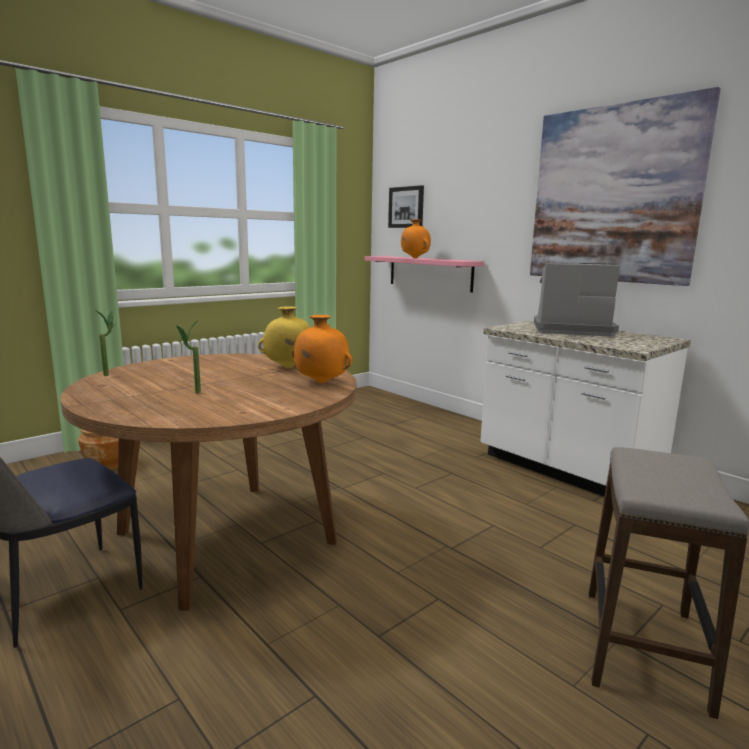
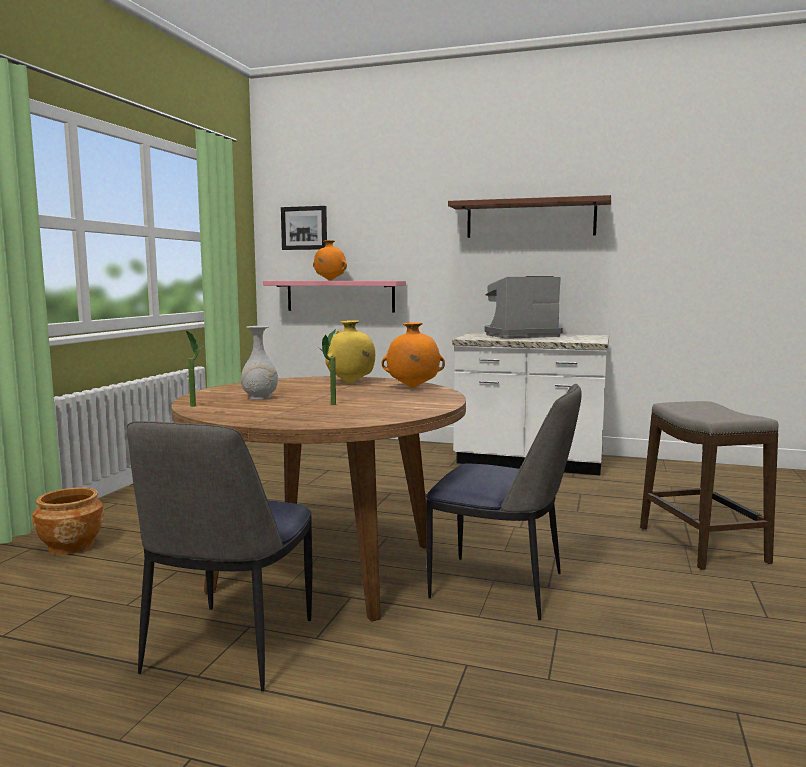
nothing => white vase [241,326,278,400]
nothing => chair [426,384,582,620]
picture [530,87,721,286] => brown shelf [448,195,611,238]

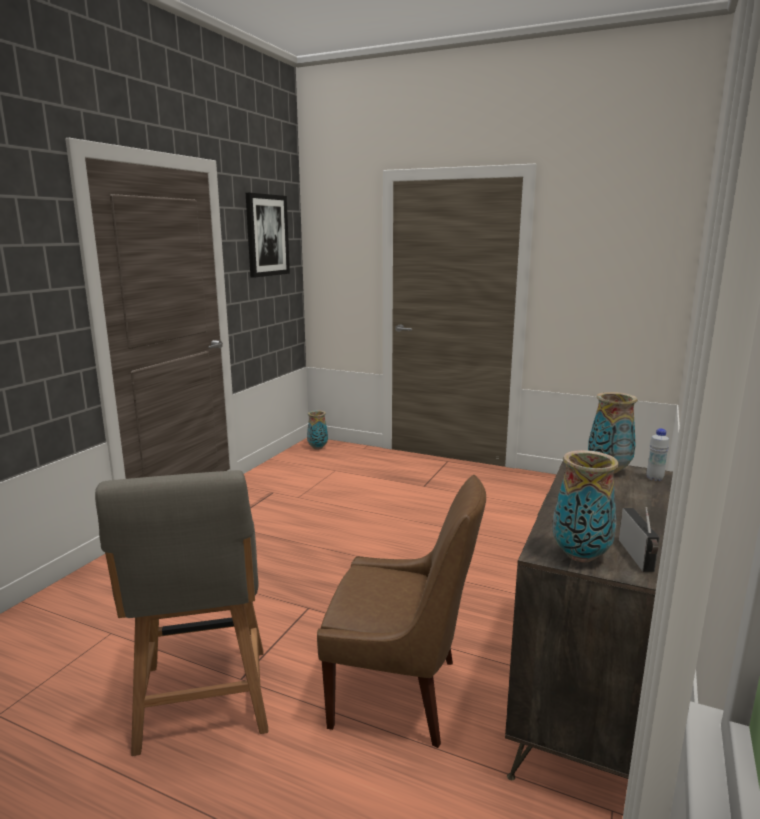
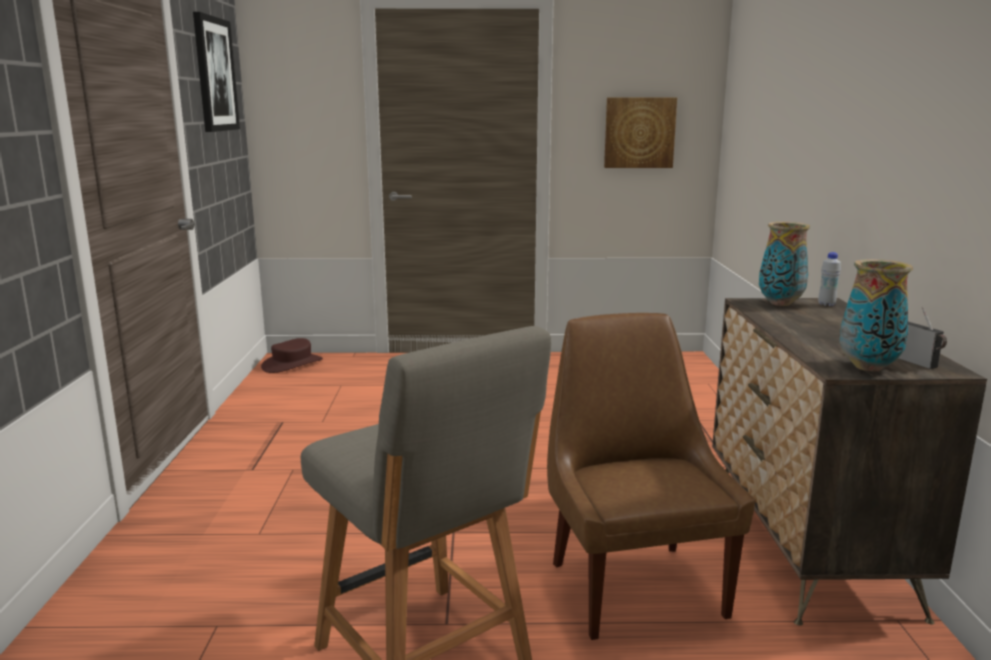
nothing => picture [604,97,677,168]
vase [307,410,328,449] => brown hat [261,338,323,373]
brown chair [317,475,486,748] => brown chair [547,313,755,640], 90 degrees counterclockwise

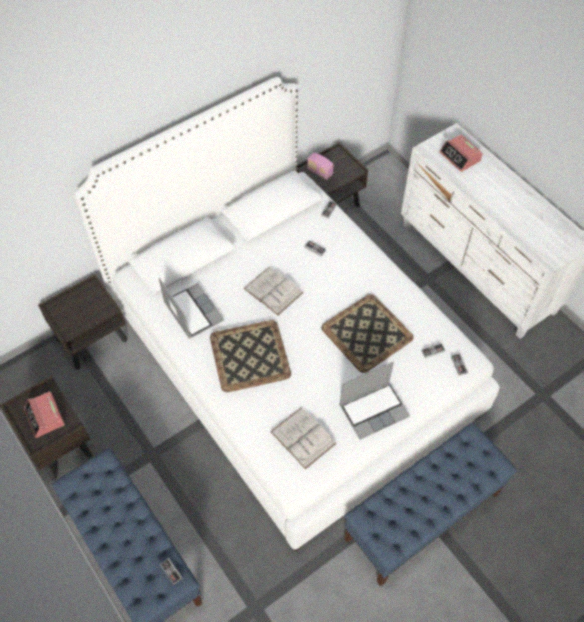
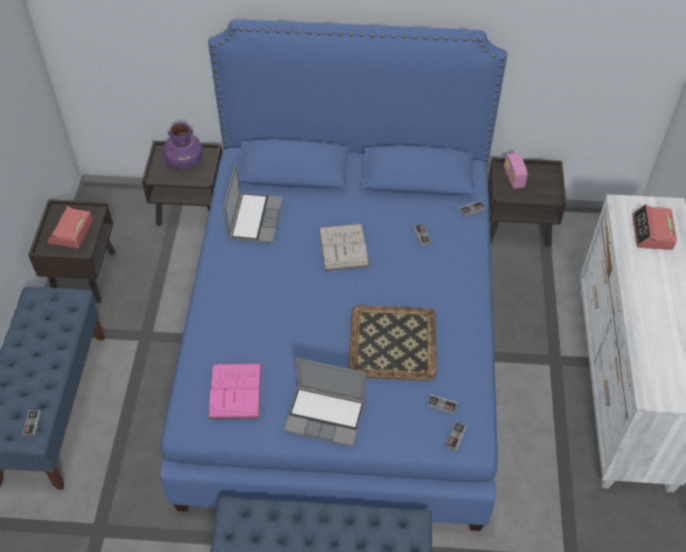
tray [210,320,291,392] => nothing
nothing => purple vase [163,123,202,170]
white bed [74,77,499,551] => blue bed [160,20,507,531]
white book [270,407,337,469] => pink book [209,363,262,419]

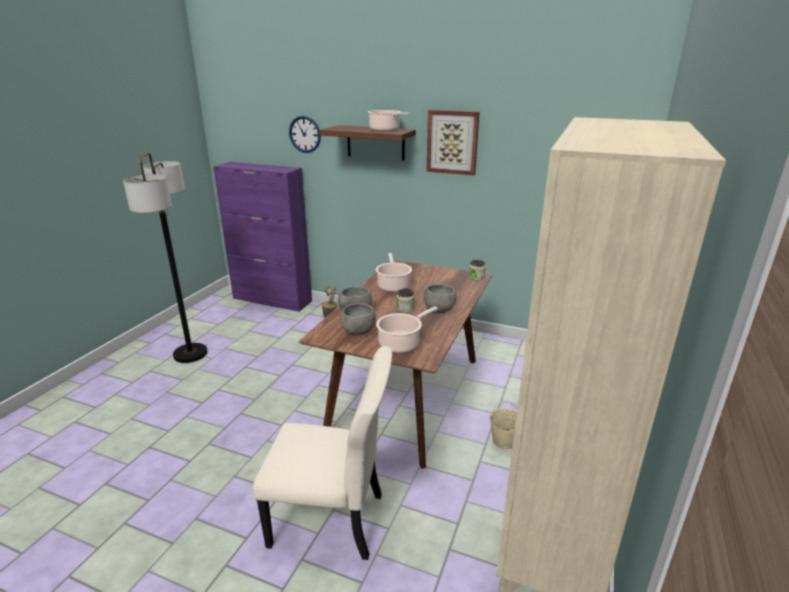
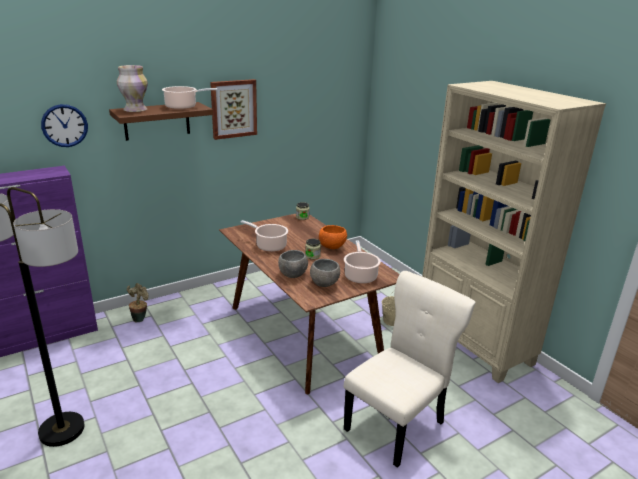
nothing => vase [117,65,148,112]
grey bowl [423,284,457,313] => orange bowl [319,225,347,249]

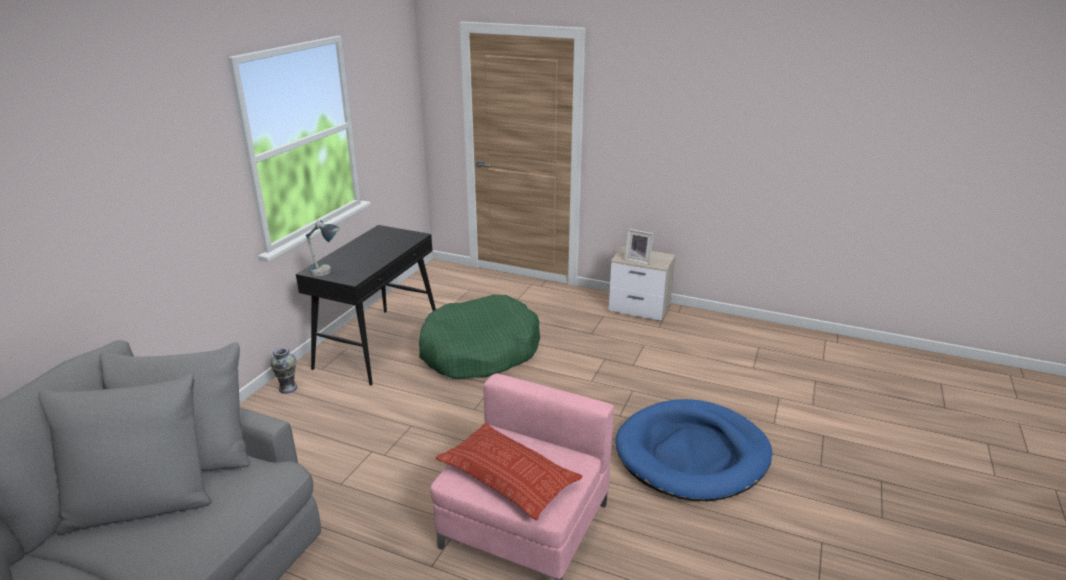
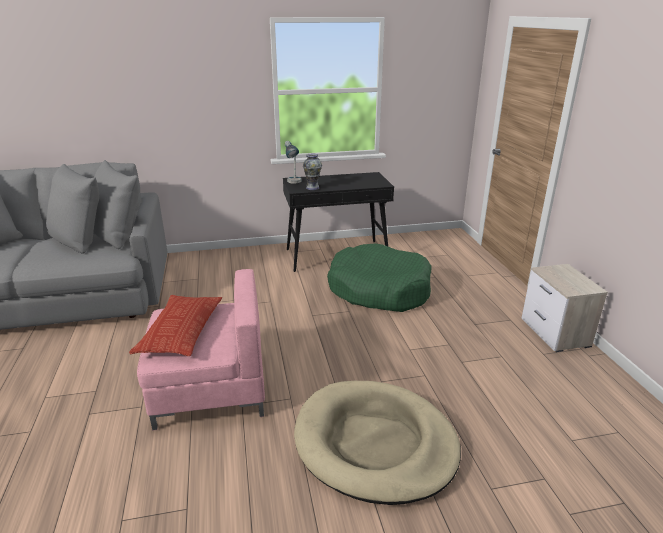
picture frame [624,229,654,265] => nothing
vase [270,347,297,394] => vase [303,154,322,190], moved
blue dog bed [615,399,772,502] => beige dog bed [294,381,461,505]

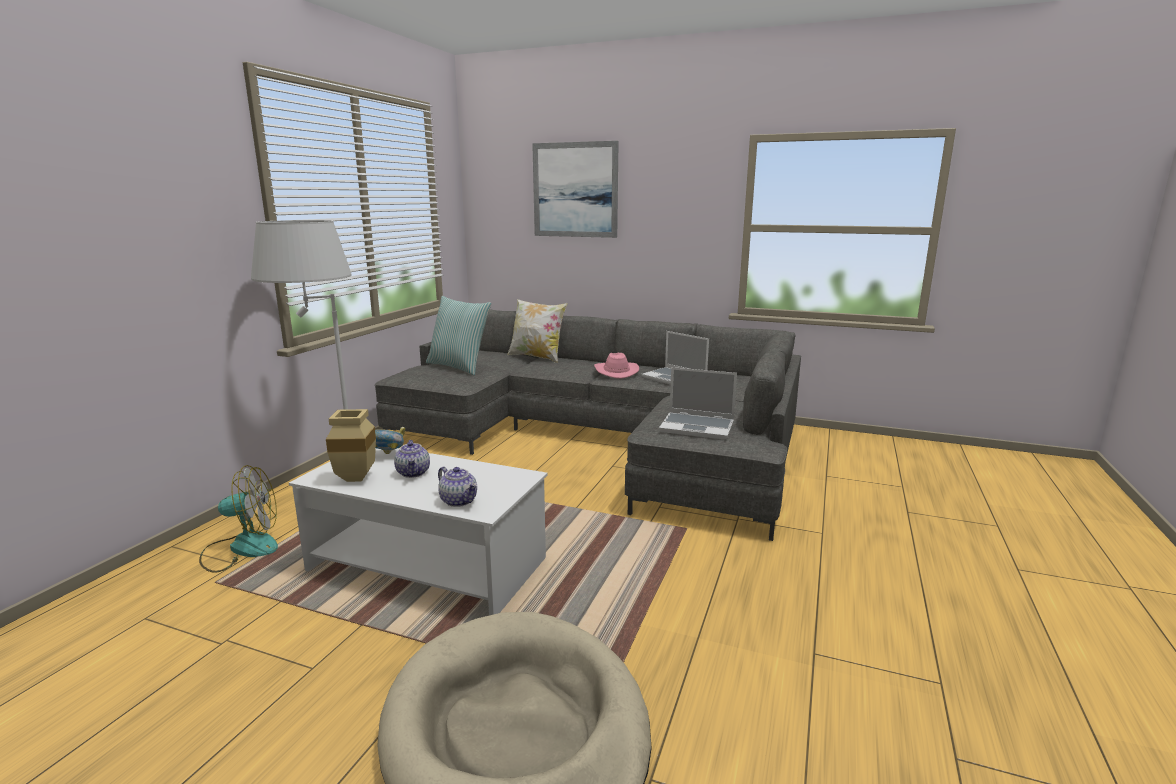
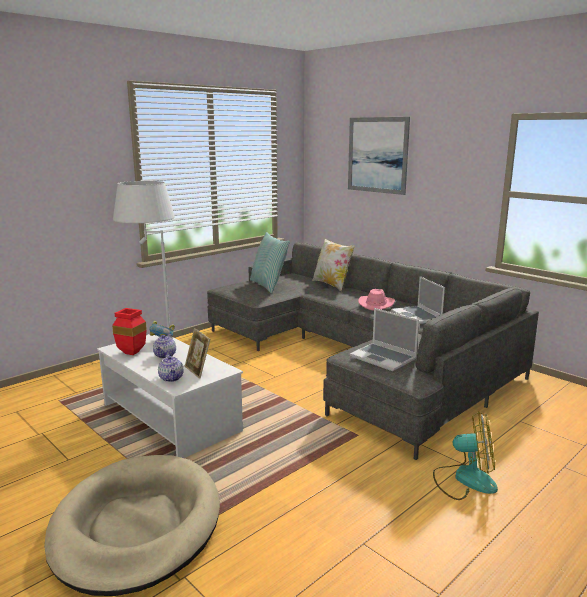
nothing => picture frame [185,328,210,379]
fan [199,465,278,573] => fan [433,411,498,500], moved
beige vase [326,409,376,482] => red vase [112,308,147,355]

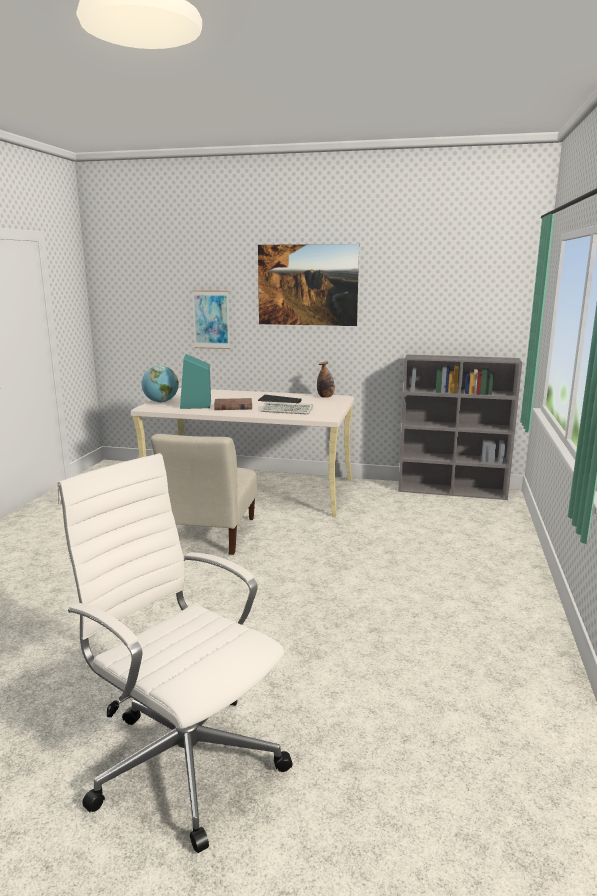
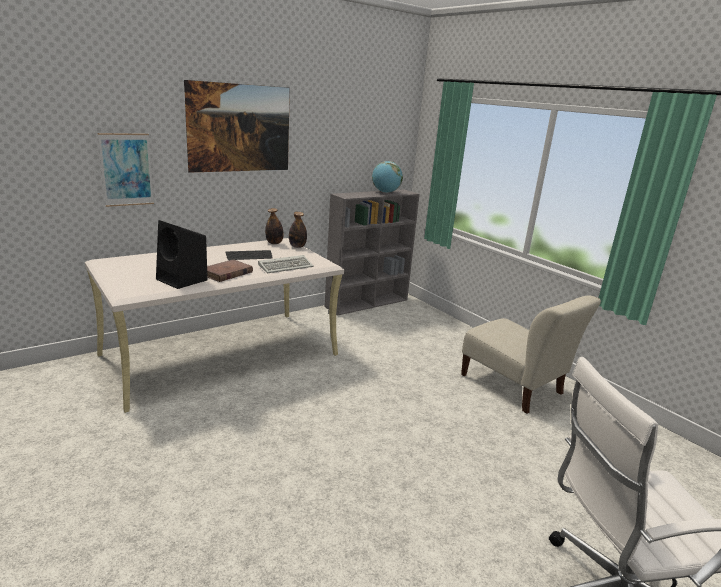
nothing => bottle [289,212,307,248]
globe [141,366,179,403] => globe [372,161,403,193], moved
beige chair [151,434,257,555] => beige chair [461,295,601,414], moved
turquoise speaker [180,354,211,409] => black speaker [156,220,208,289]

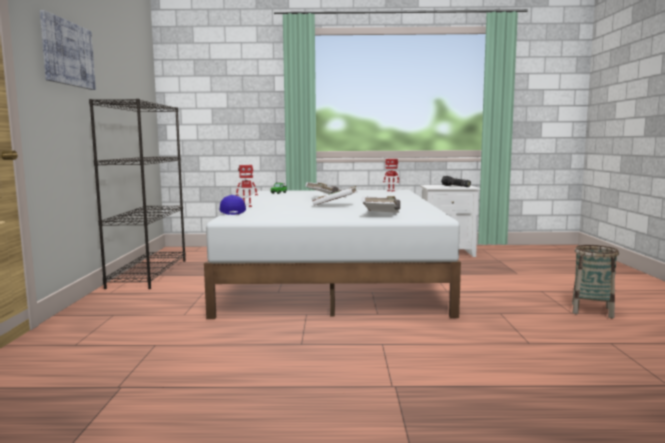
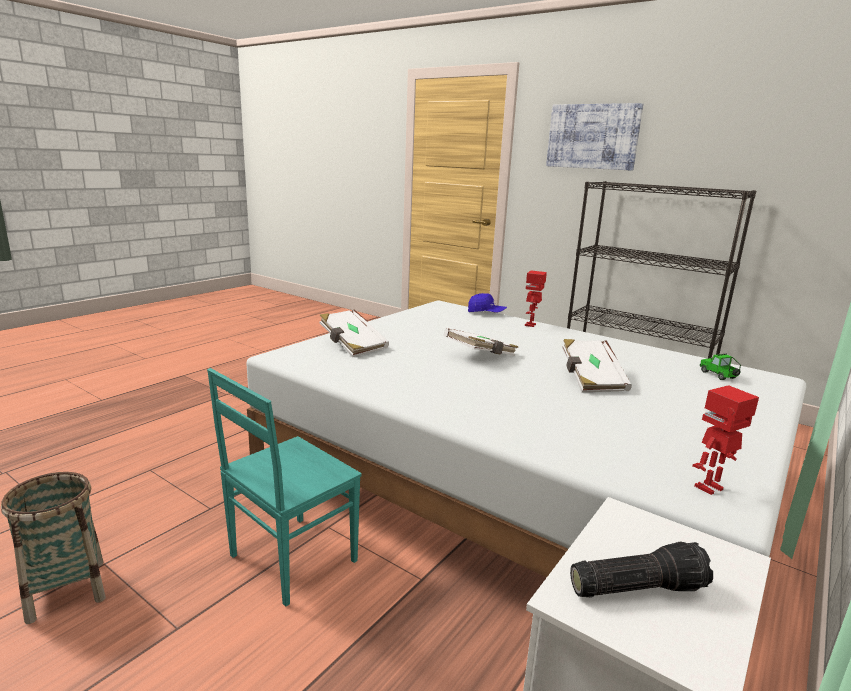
nothing => turquoise chair [207,368,362,607]

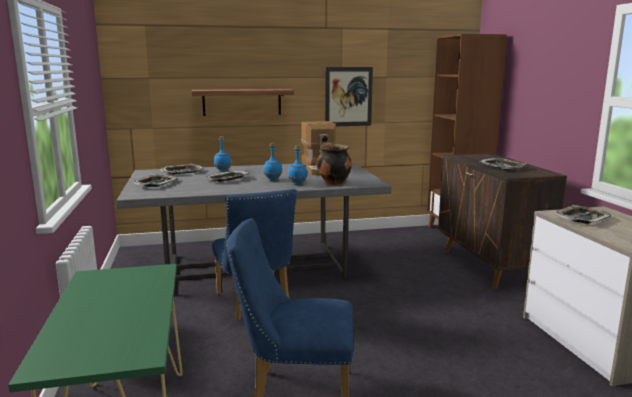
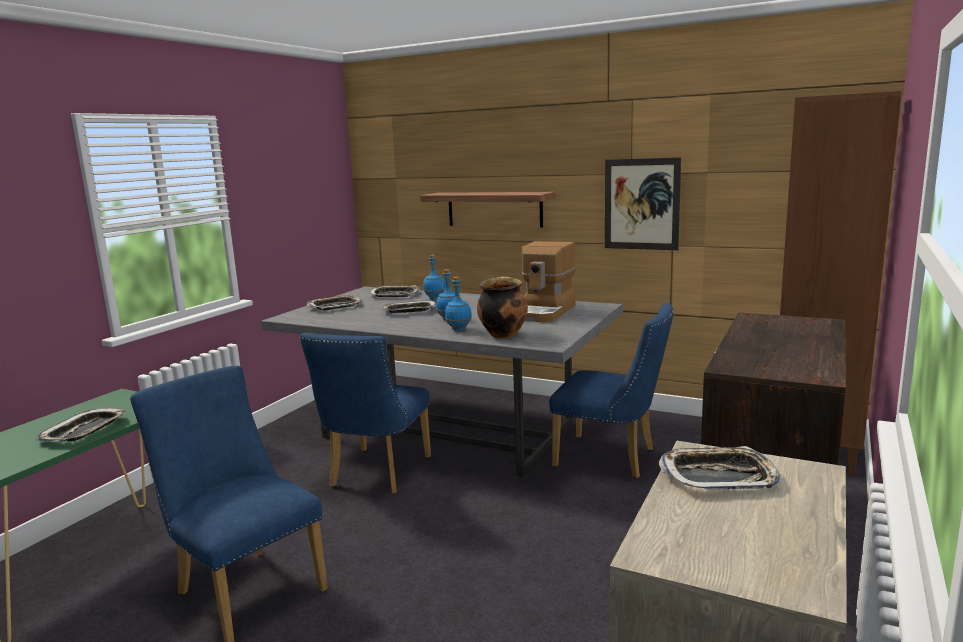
nothing => blue chair [549,303,674,478]
tray [480,158,526,170] => tray [36,408,126,442], moved

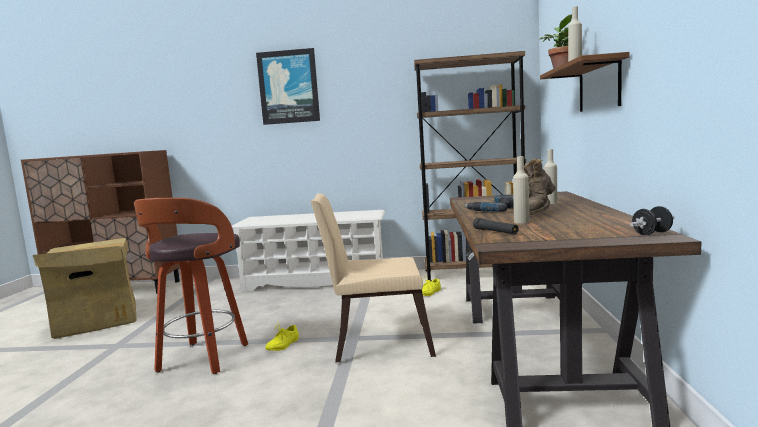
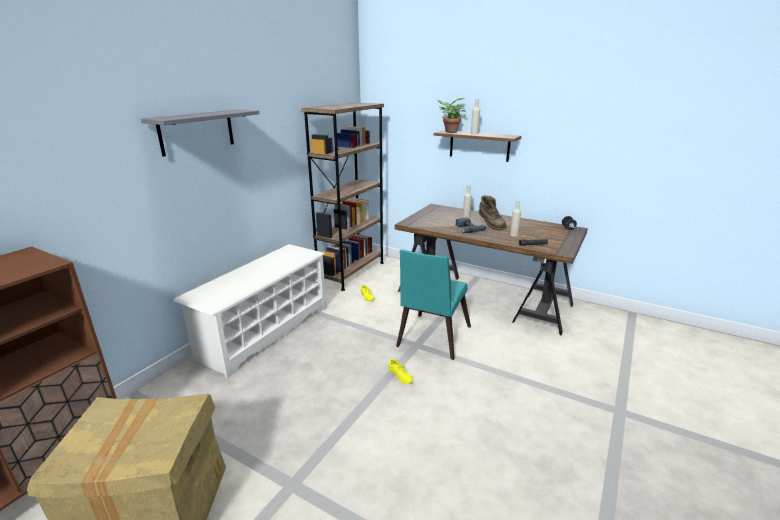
stool [134,198,248,374] => nothing
picture [256,48,320,125] => grey shelf [141,109,259,157]
beige chair [311,193,436,362] => turquoise chair [396,249,471,360]

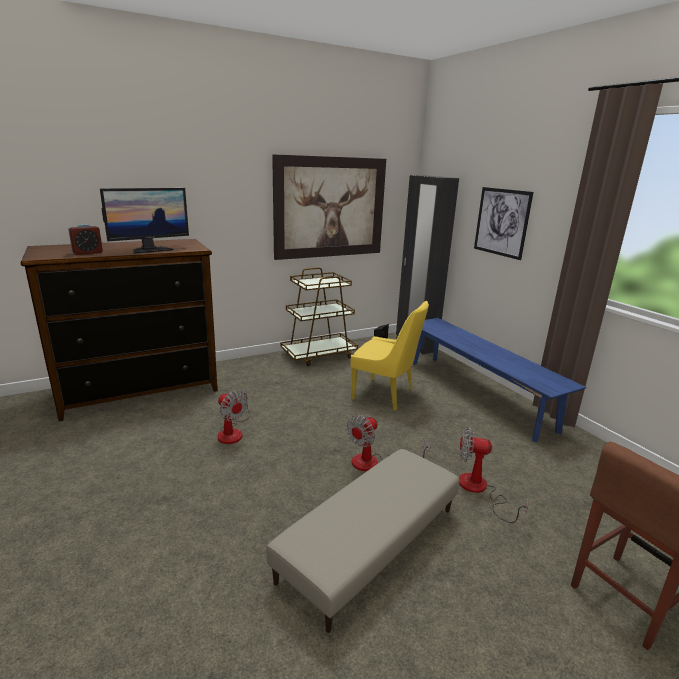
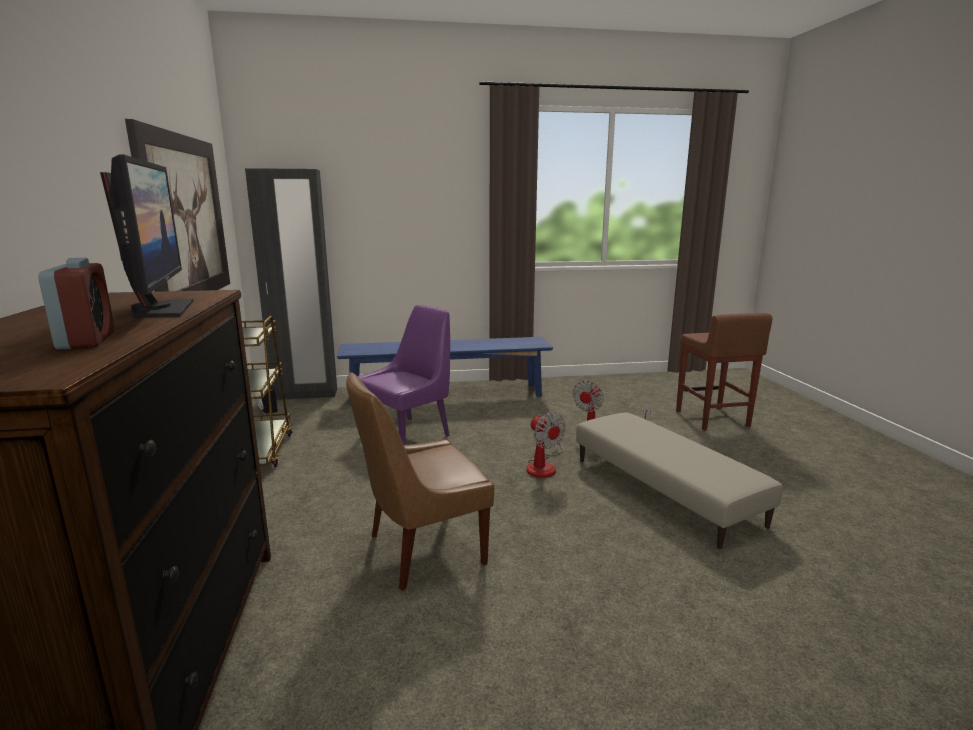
picture [474,187,533,260] => nothing
fan [218,388,251,444] => brown chair [346,372,494,591]
yellow chair [351,301,429,410] => purple chair [358,305,450,445]

